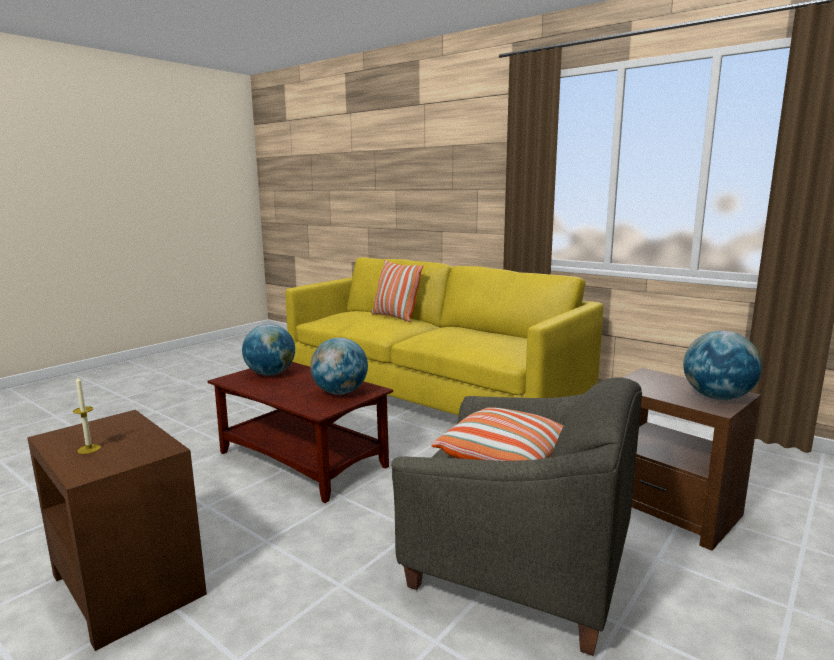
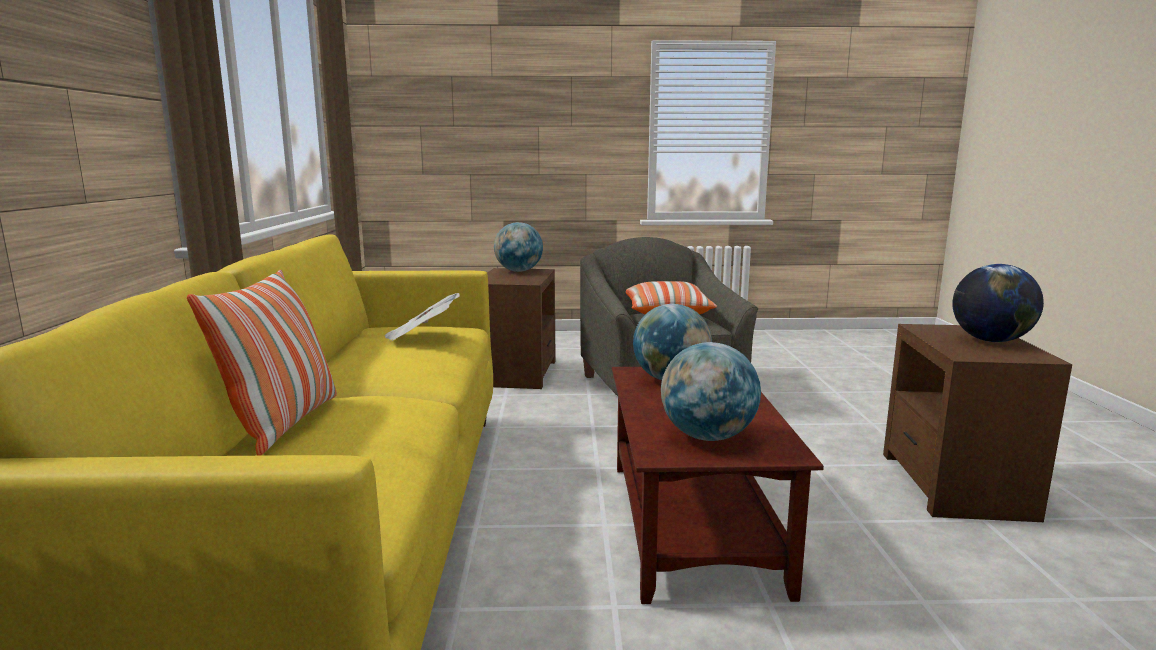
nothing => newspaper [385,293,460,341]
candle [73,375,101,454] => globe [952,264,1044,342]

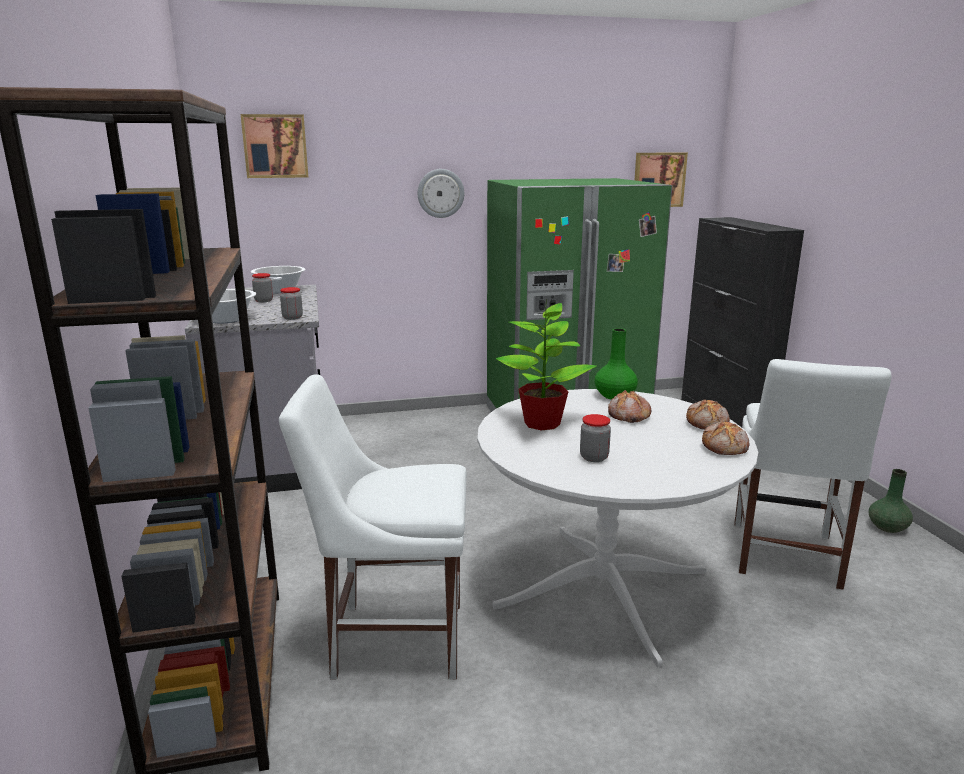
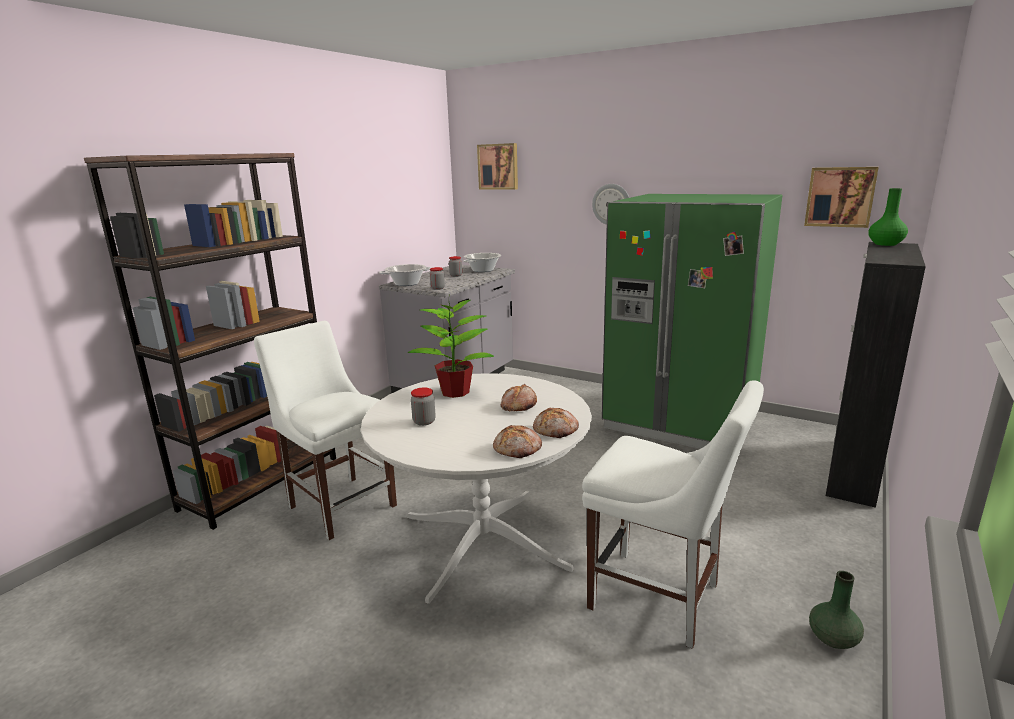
green vase [594,328,638,400] => green vase [868,188,908,246], moved
white chair [734,359,891,590] => white chair [582,380,764,649], 120 degrees counterclockwise

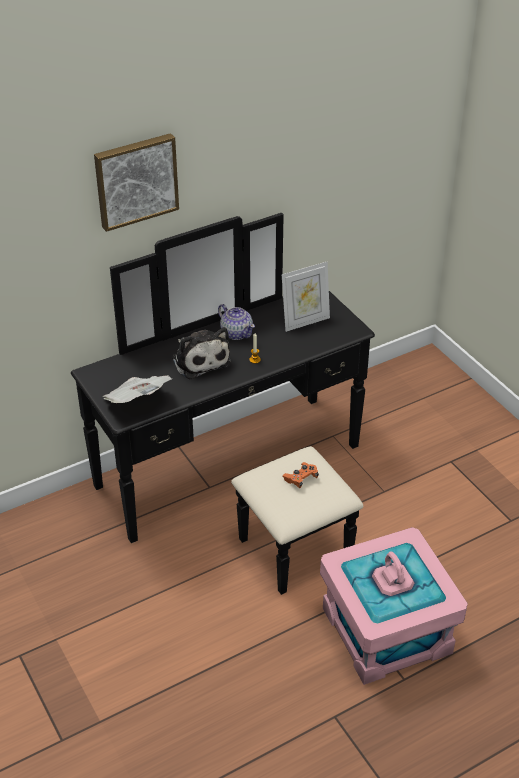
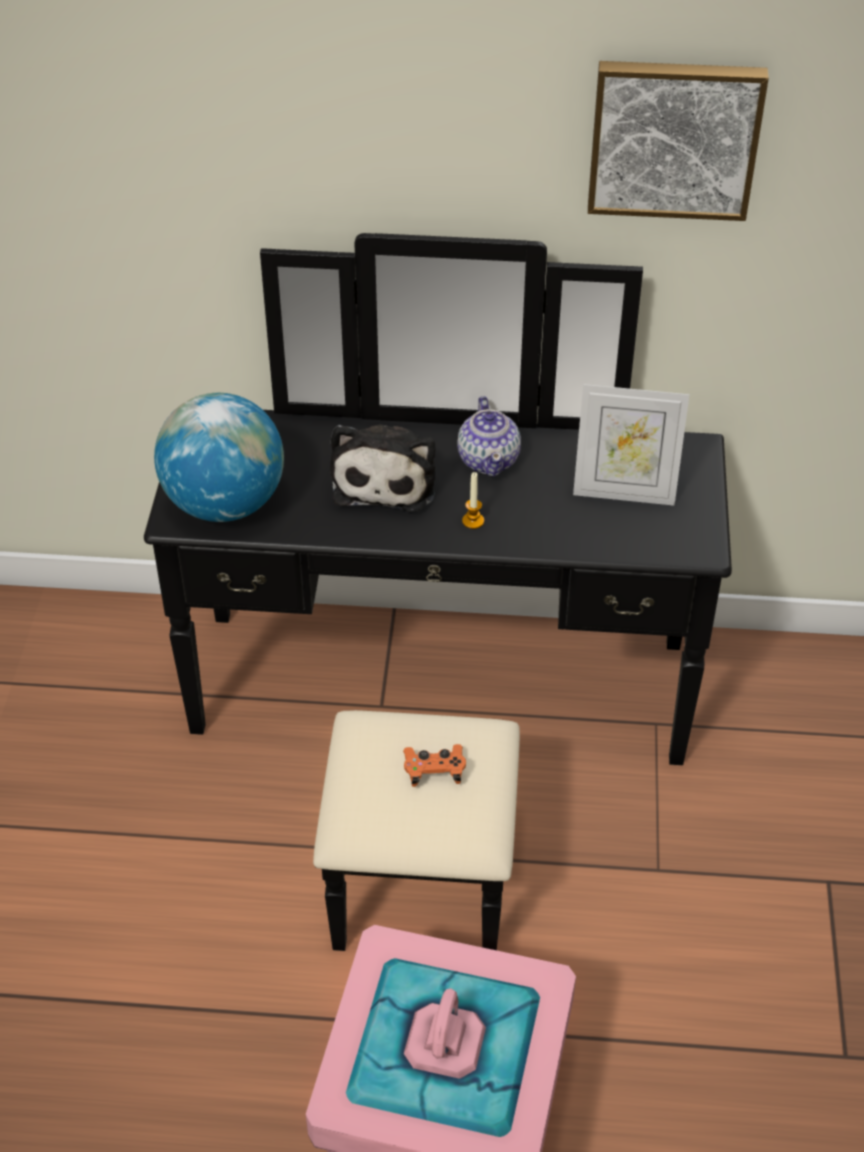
picture [94,133,179,232] => picture [588,61,769,221], moved
newspaper [102,375,172,403] => globe [154,393,284,522]

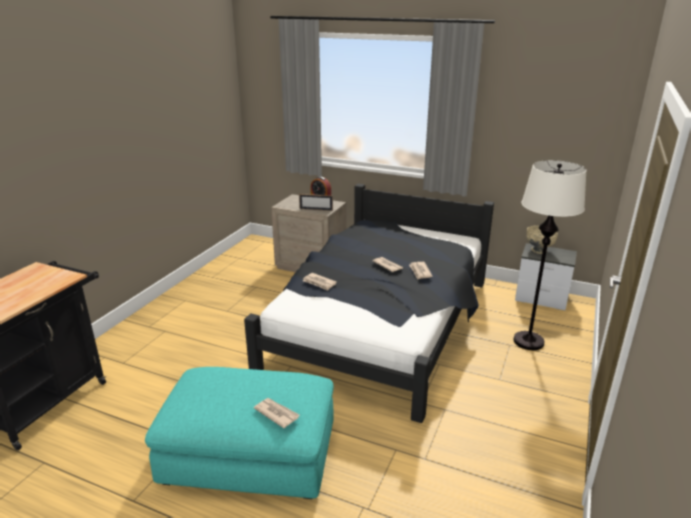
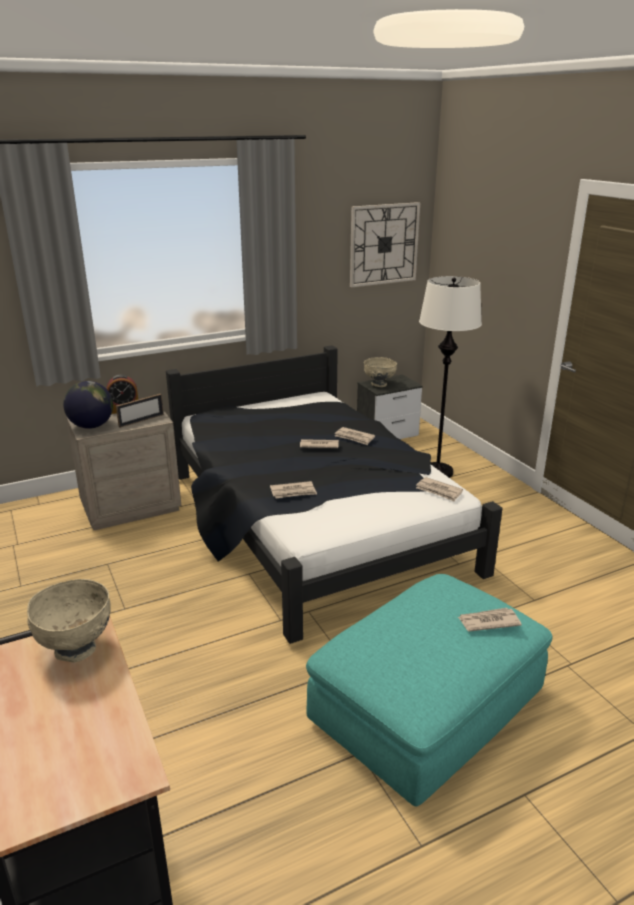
nothing => beige bowl [27,579,111,662]
nothing => globe [63,381,113,429]
nothing => wall clock [350,202,420,287]
nothing => newspaper [416,477,463,502]

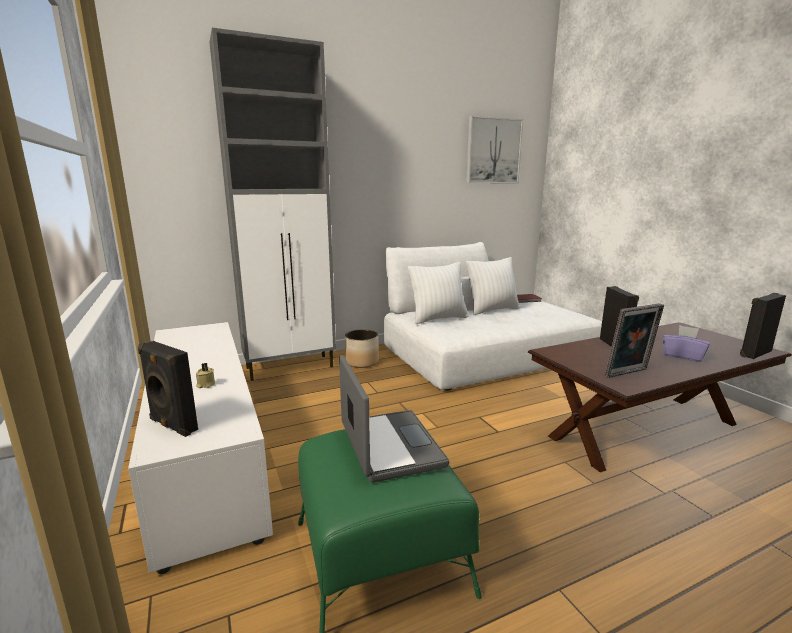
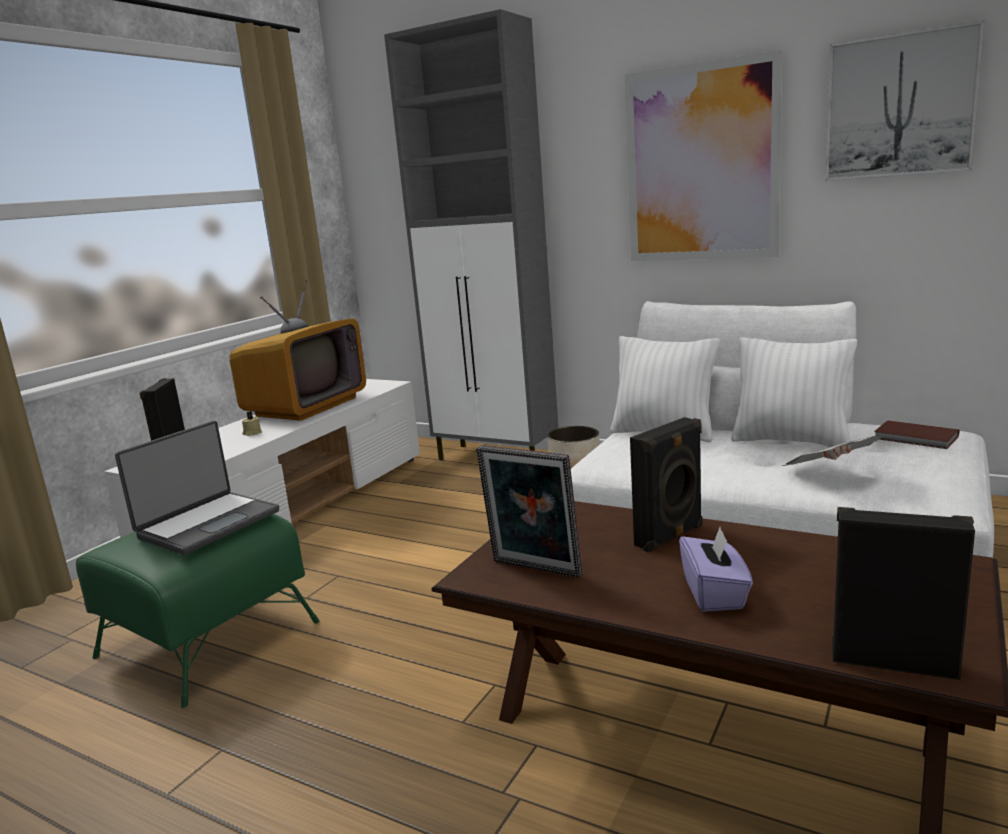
nothing => television [229,279,366,421]
nothing => picture [625,50,783,261]
nothing => newspaper [782,436,884,466]

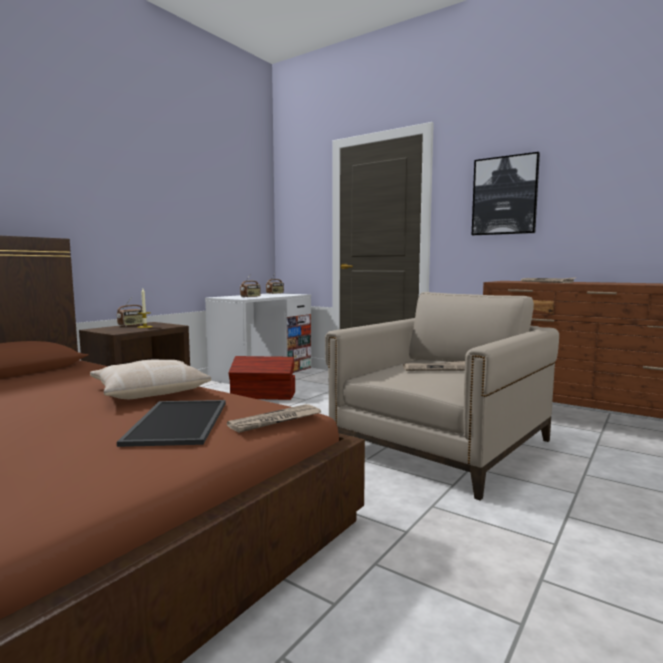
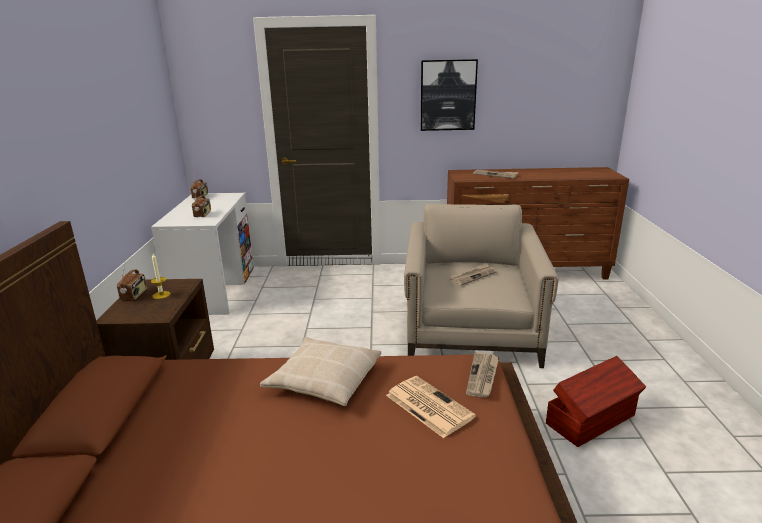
brown storage box [229,356,295,400] => brown storage box [546,356,646,447], moved
tray [117,400,226,447] => newspaper [386,376,476,438]

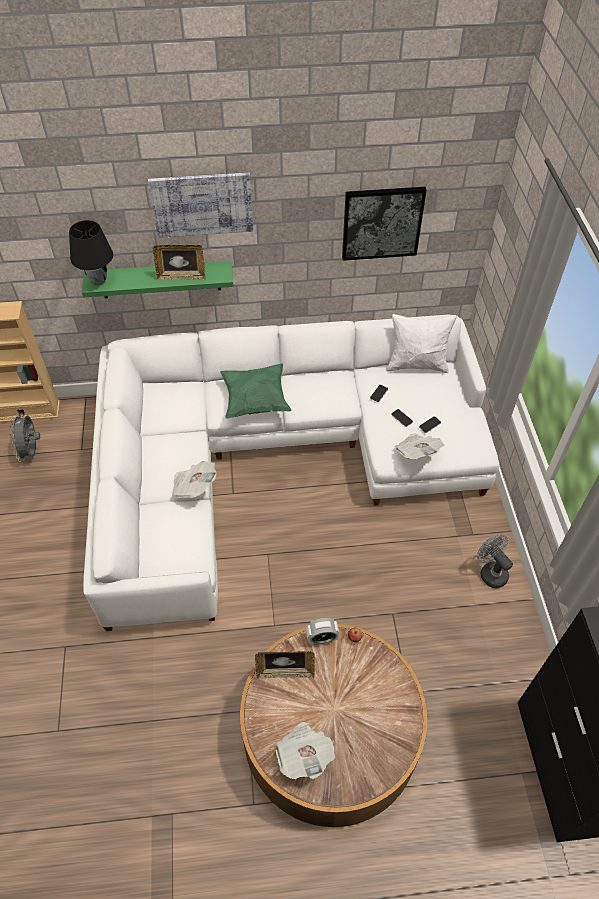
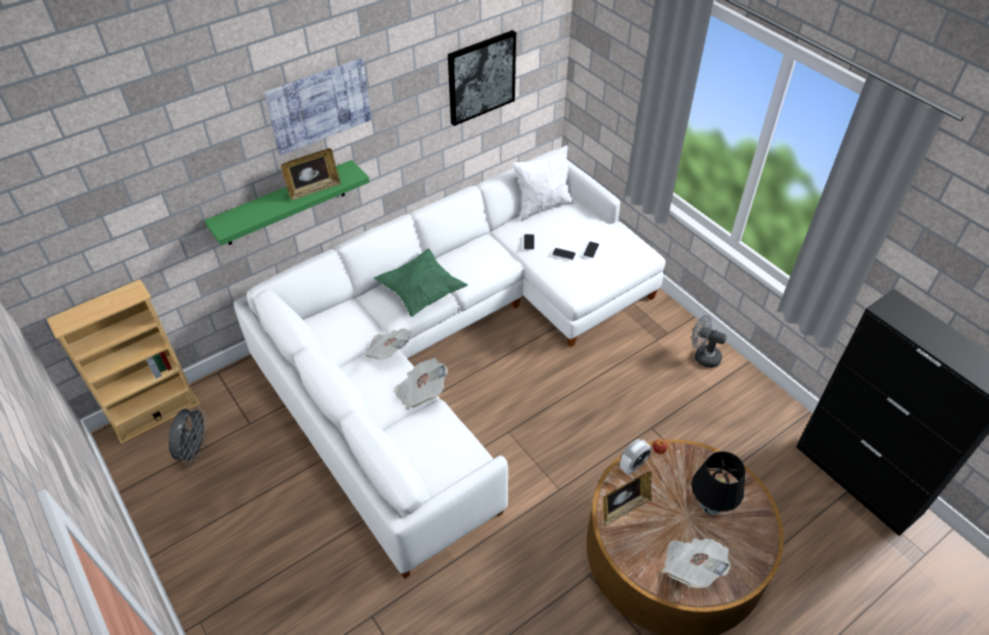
black table lamp [69,220,113,285] => black table lamp [691,451,745,514], moved
newspaper [394,433,444,459] => newspaper [363,328,412,360], moved
grey fan [10,414,40,462] => grey fan [169,407,208,465], 135 degrees counterclockwise

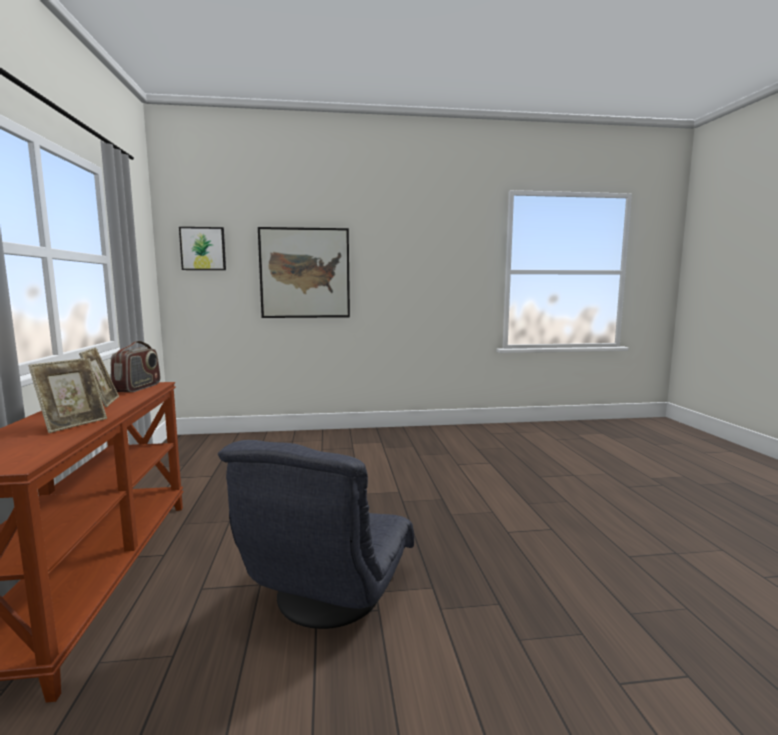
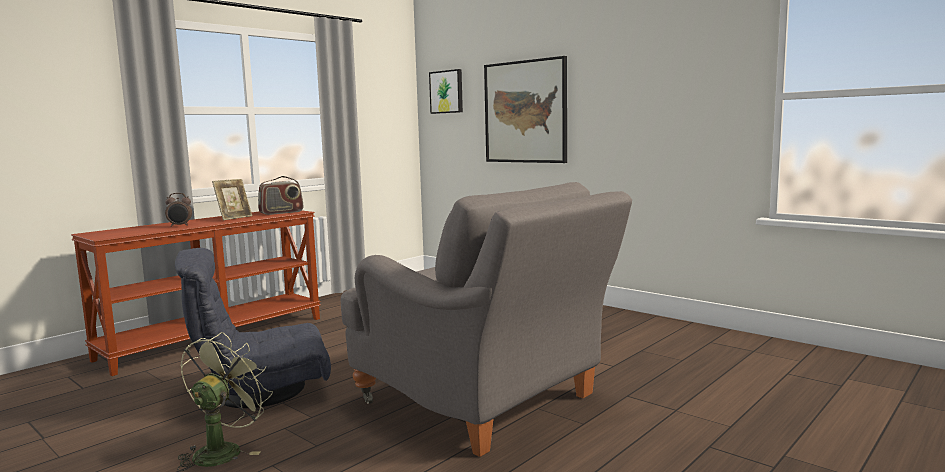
nothing => green fan [177,332,273,471]
nothing => grey armchair [341,182,632,457]
picture frame [29,358,107,433] => alarm clock [165,193,192,227]

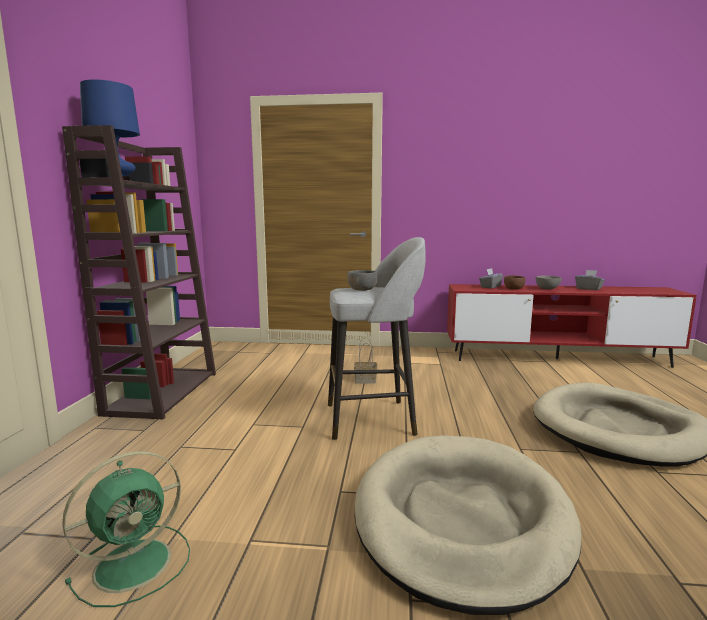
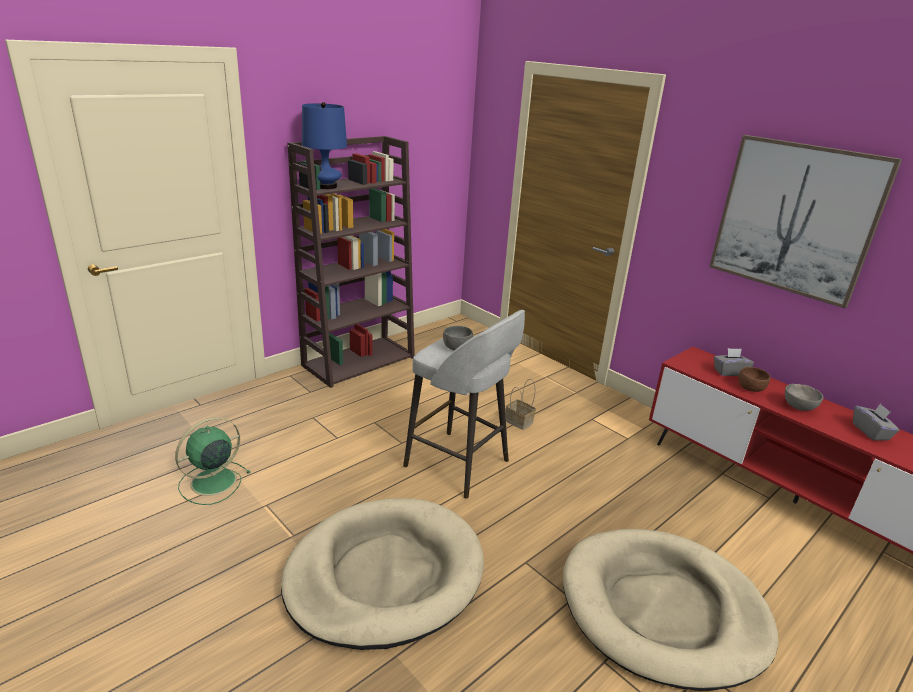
nothing => picture [709,135,902,308]
green fan [62,451,190,607] => green fan [175,417,251,505], 135 degrees clockwise

